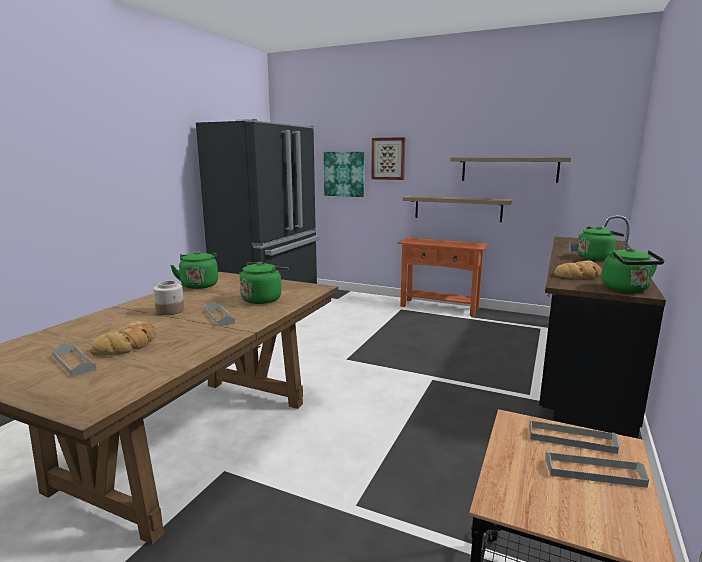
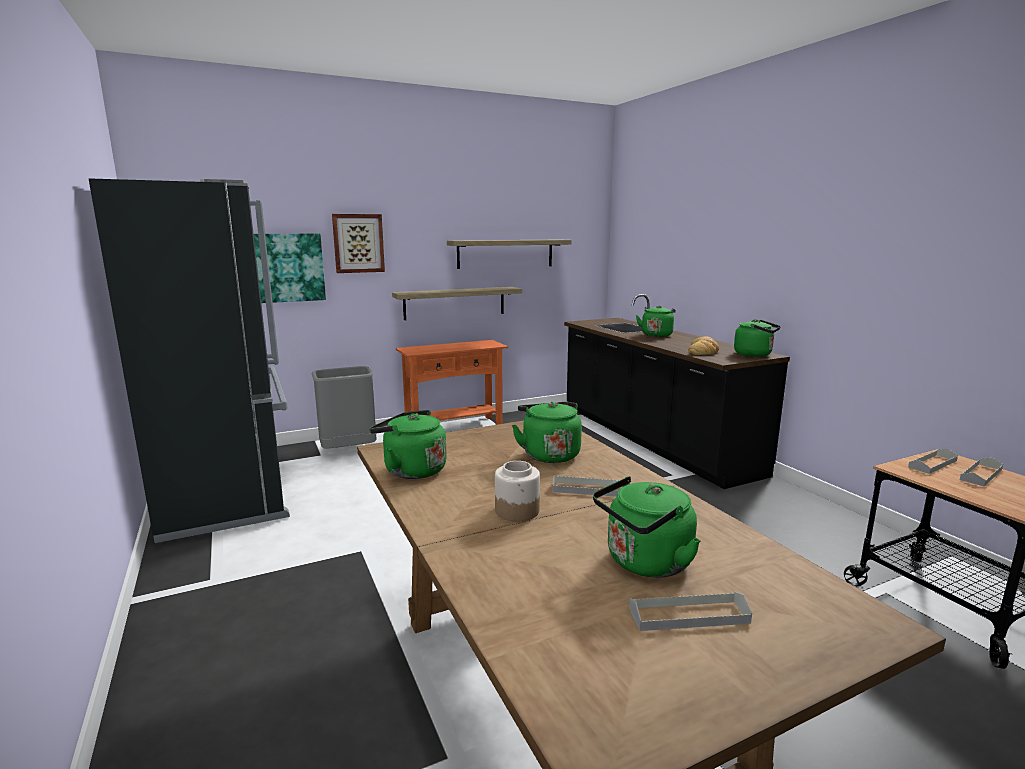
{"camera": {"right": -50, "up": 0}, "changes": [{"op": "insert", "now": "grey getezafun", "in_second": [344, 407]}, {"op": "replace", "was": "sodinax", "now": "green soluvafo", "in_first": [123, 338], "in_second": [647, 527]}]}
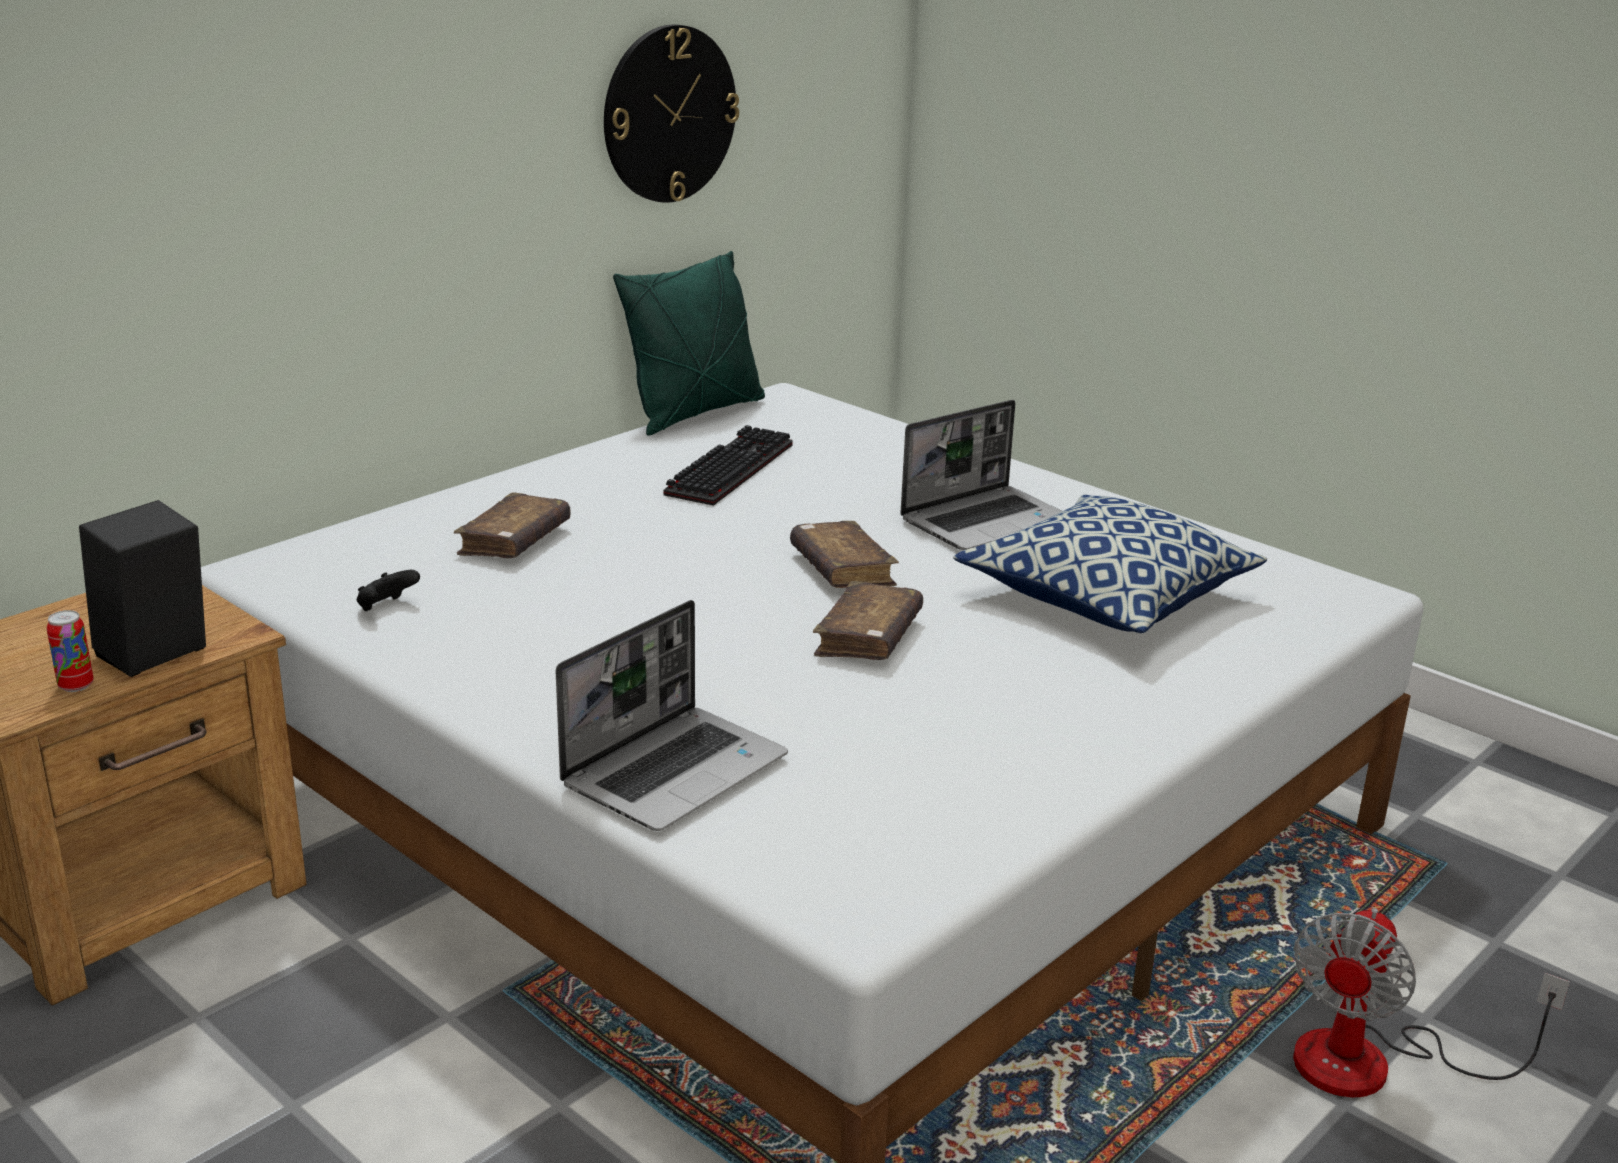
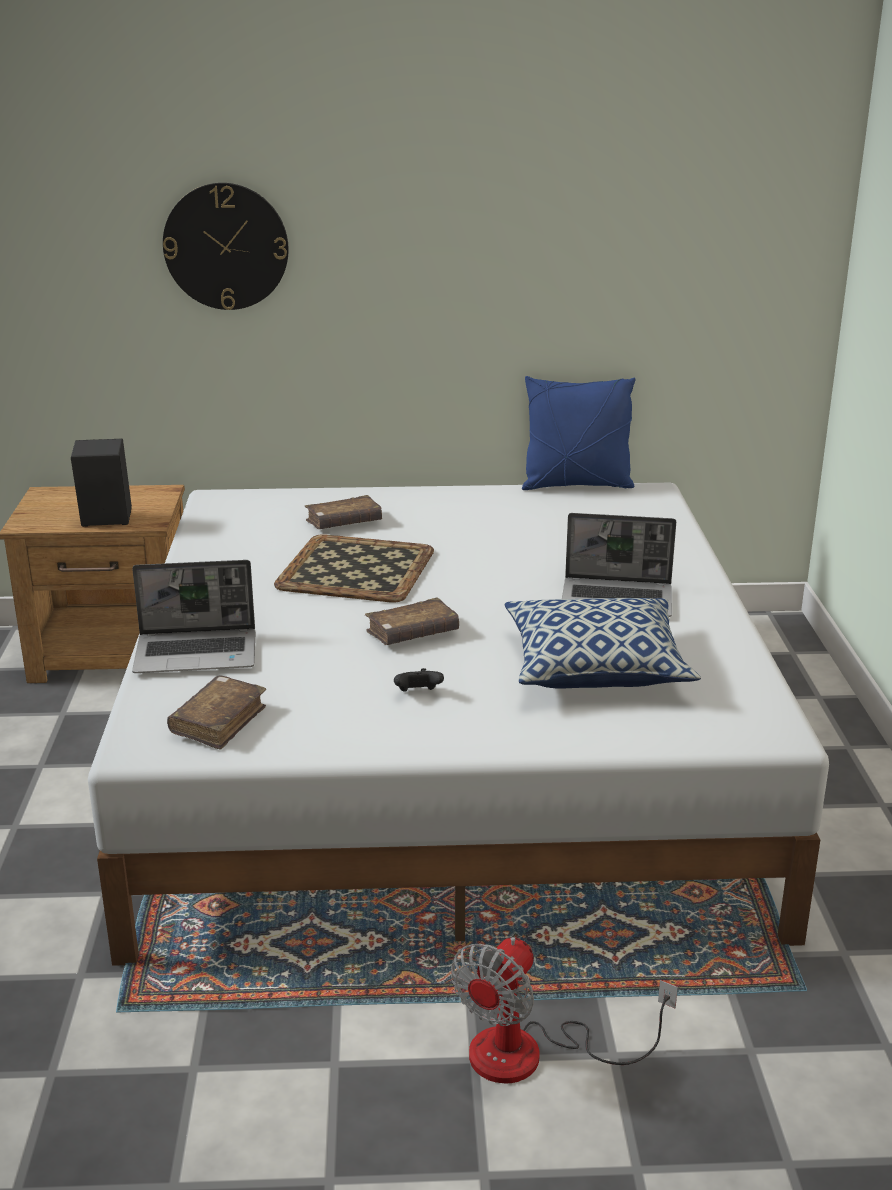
{"camera": {"right": 45, "up": 0}, "changes": [{"op": "delete", "was": "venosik", "in_first": [70, 651]}, {"op": "delete", "was": "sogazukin", "in_first": [728, 465]}, {"op": "insert", "now": "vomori", "in_second": [354, 568]}, {"op": "move", "was": "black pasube", "in_first": [388, 590], "in_second": [419, 680]}, {"op": "move", "was": "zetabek", "in_first": [671, 113], "in_second": [226, 246]}, {"op": "move", "was": "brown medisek", "in_first": [844, 554], "in_second": [216, 713]}, {"op": "recolor", "was": "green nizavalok", "now": "blue nizavalok", "in_first": [689, 343], "in_second": [579, 433]}, {"op": "rotate", "was": "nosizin", "in_first": [1431, 1003], "in_second": [564, 1010], "clockwise": -45}]}
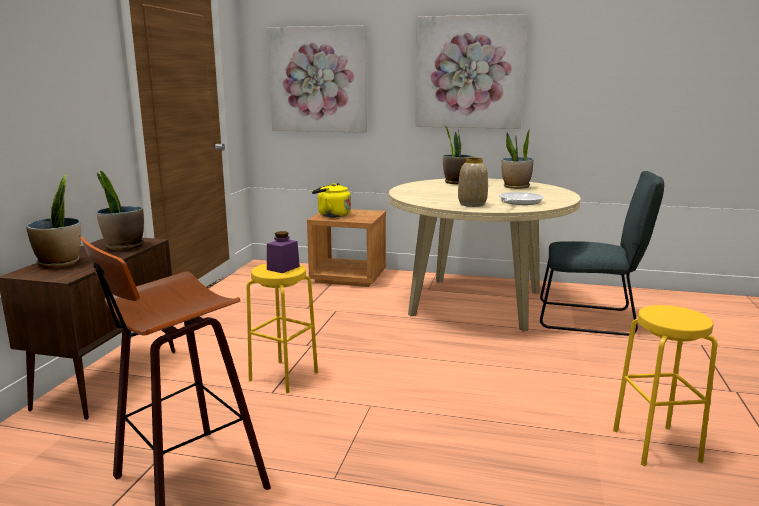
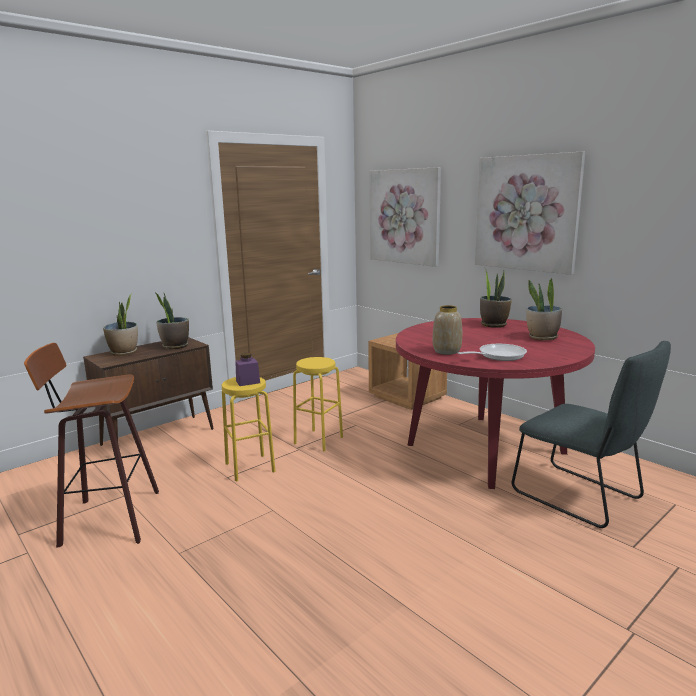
{"camera": {"right": 35, "up": 0}, "changes": [{"op": "delete", "was": "yellow soluvafo", "in_first": [331, 200]}, {"op": "move", "was": "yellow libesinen", "in_first": [665, 385], "in_second": [318, 404]}, {"op": "recolor", "was": "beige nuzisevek", "now": "red nuzisevek", "in_first": [484, 255], "in_second": [495, 403]}]}
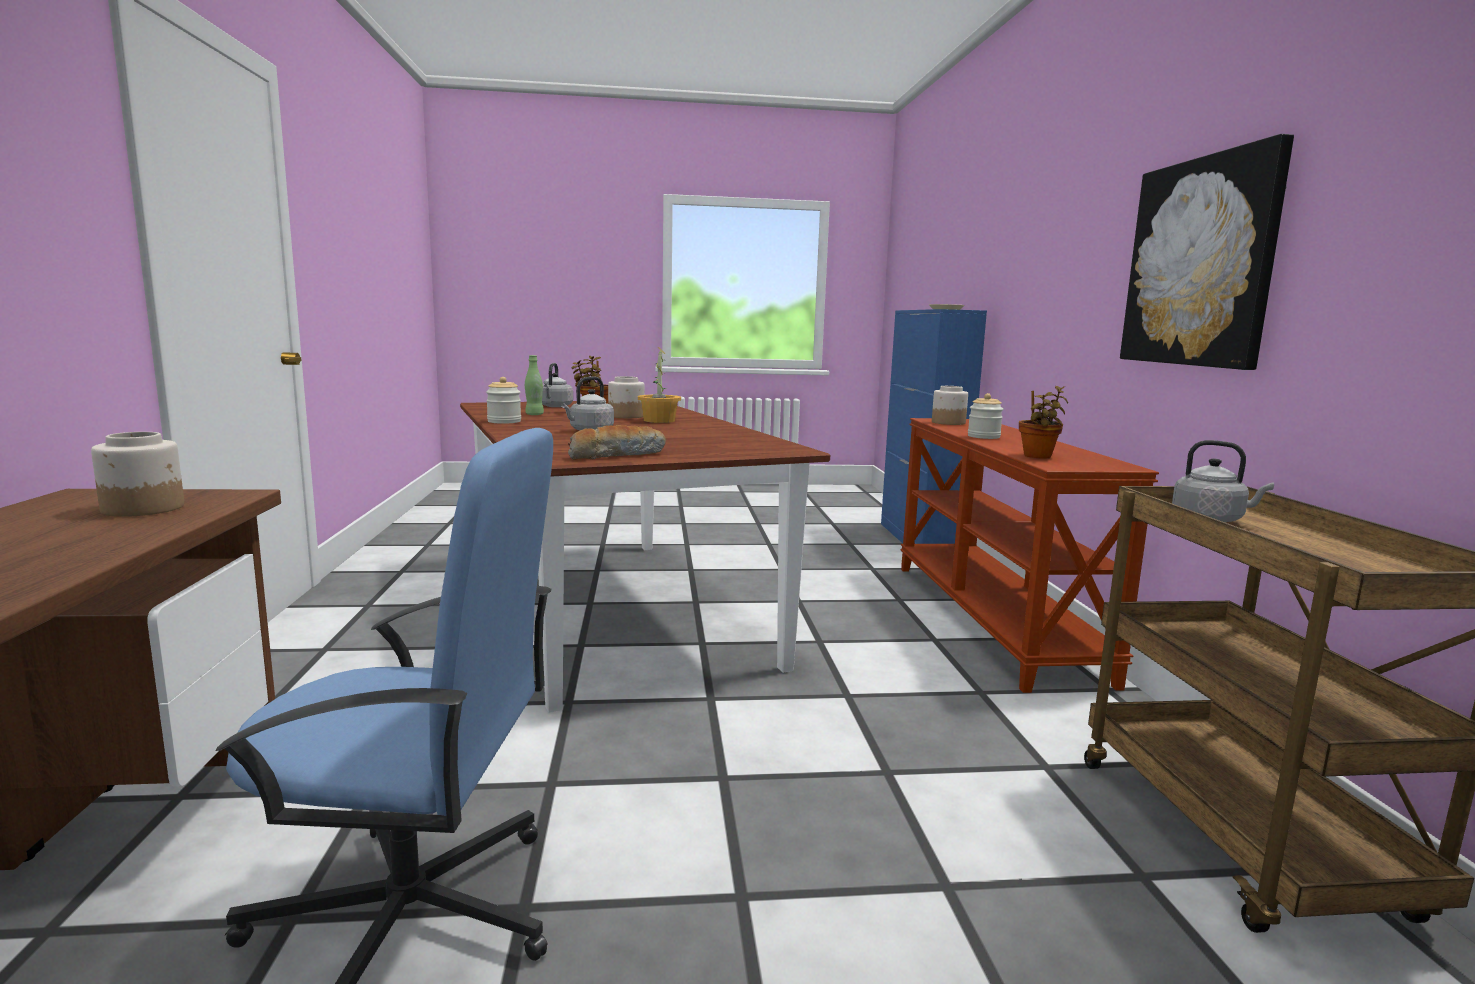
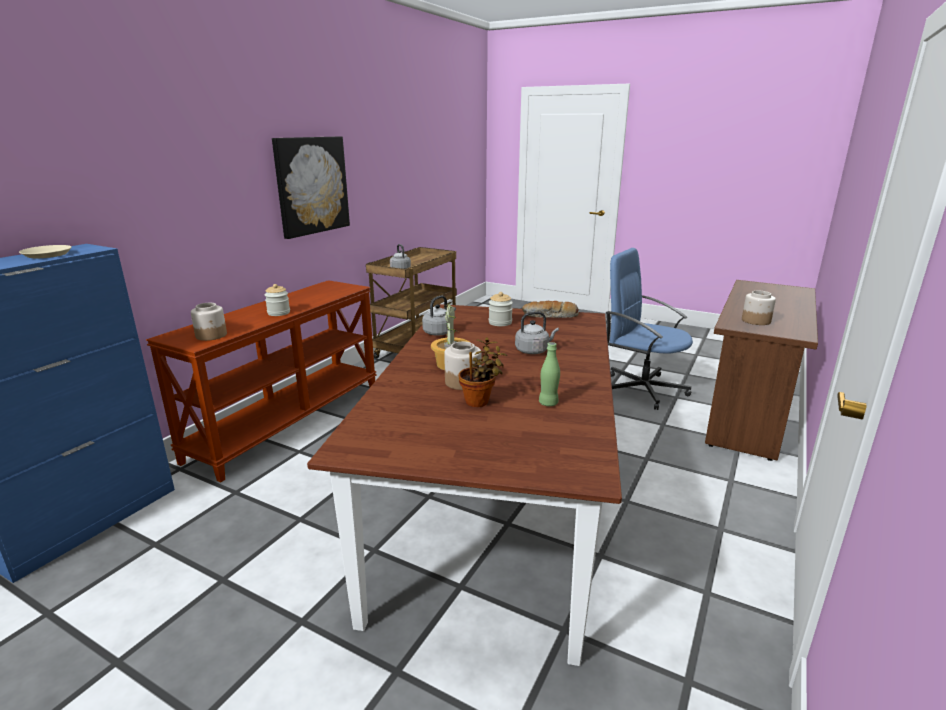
{"camera": {"right": -145, "up": 10}, "changes": [{"op": "delete", "was": "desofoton", "in_first": [1043, 422]}, {"op": "move", "was": "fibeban", "in_first": [503, 400], "in_second": [501, 309]}, {"op": "move", "was": "grey soluvafo", "in_first": [557, 385], "in_second": [439, 315]}]}
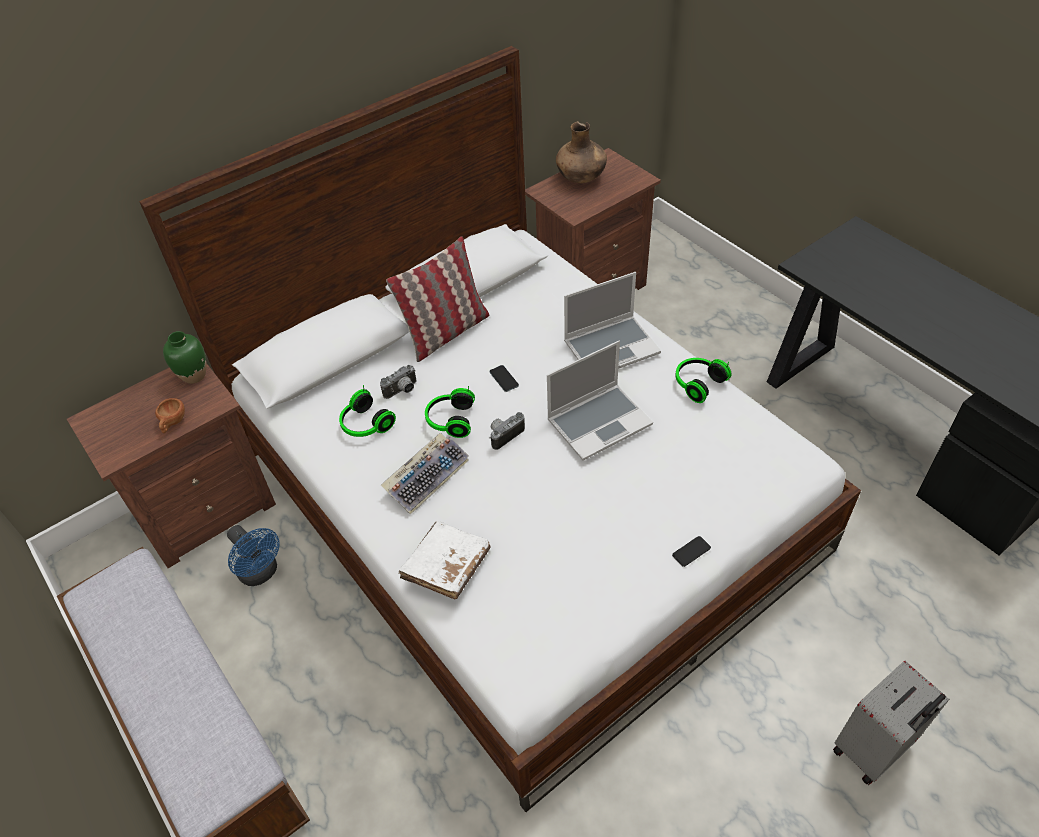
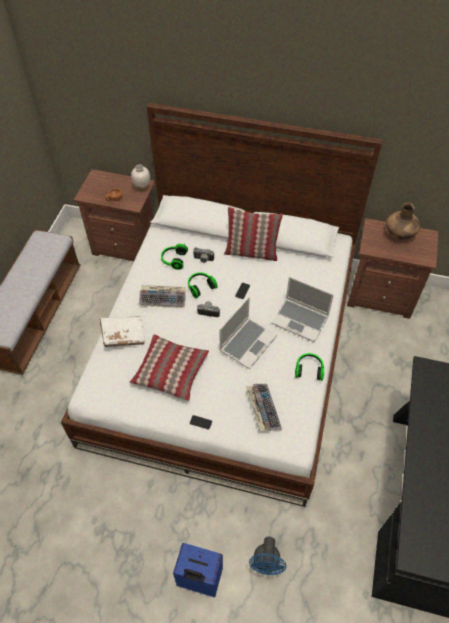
{"camera": {"right": 50, "up": 5}, "changes": [{"op": "insert", "now": "nizavalok", "in_second": [169, 367]}, {"op": "insert", "now": "sogazukin", "in_second": [264, 407]}, {"op": "move", "was": "blue nosizin", "in_first": [253, 555], "in_second": [267, 556]}, {"op": "recolor", "was": "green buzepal", "now": "white buzepal", "in_first": [184, 357], "in_second": [140, 178]}, {"op": "recolor", "was": "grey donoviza", "now": "blue donoviza", "in_first": [891, 723], "in_second": [198, 570]}, {"op": "rotate", "was": "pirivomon", "in_first": [600, 401], "in_second": [248, 333], "clockwise": -75}]}
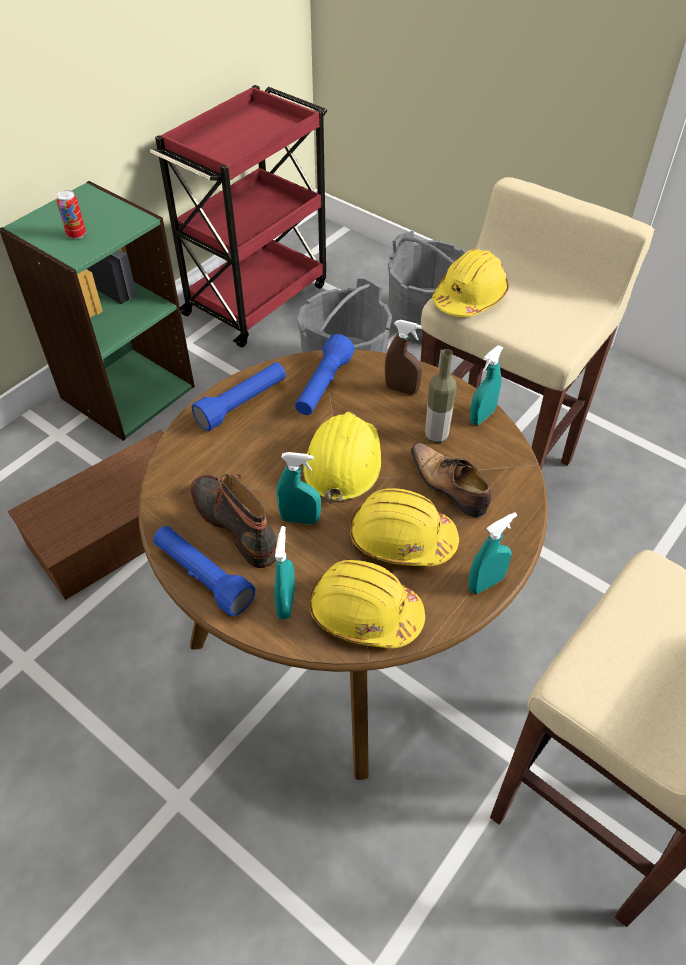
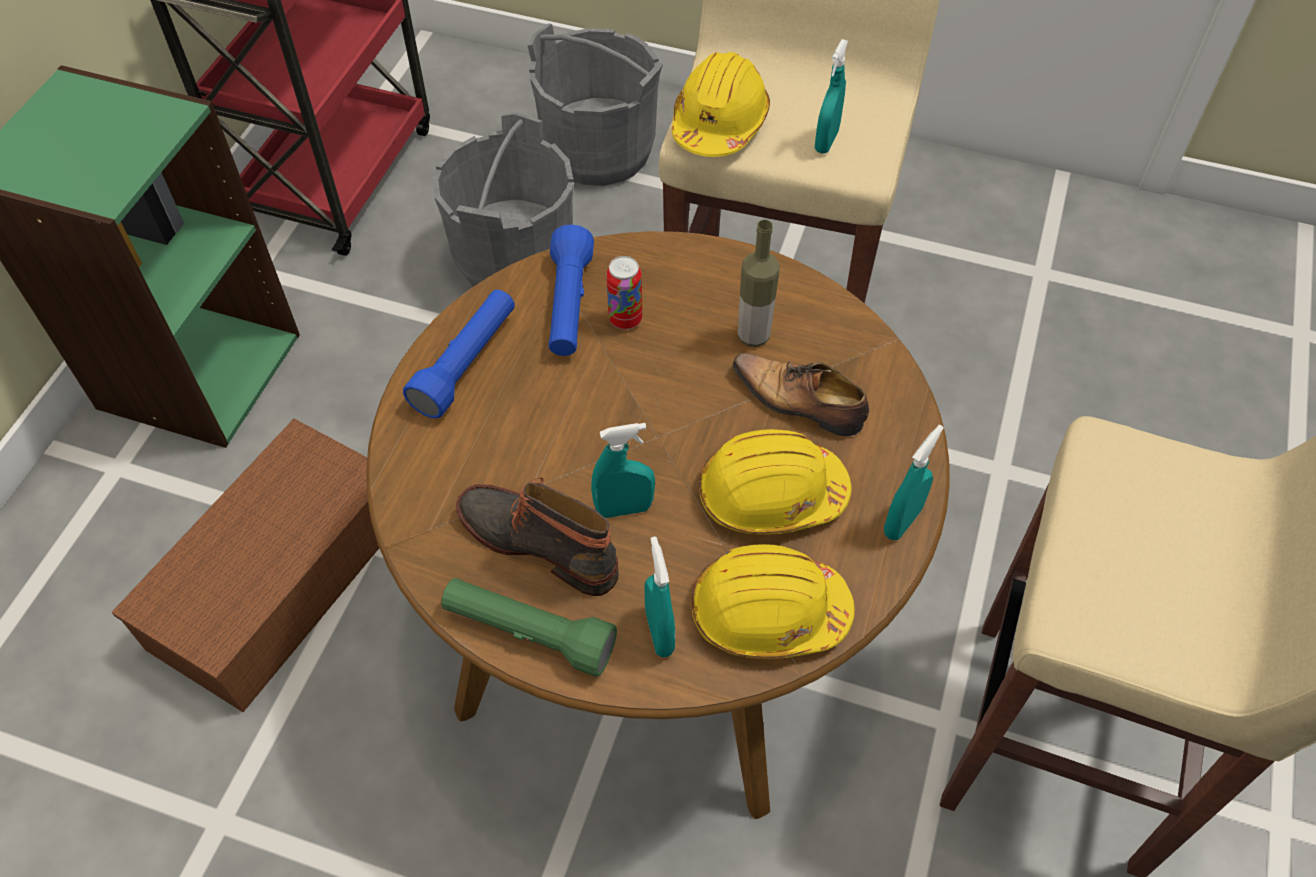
{"camera": {"right": -20, "up": 5}, "changes": [{"op": "delete", "was": "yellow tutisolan", "in_first": [342, 458]}, {"op": "delete", "was": "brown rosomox", "in_first": [403, 357]}, {"op": "move", "was": "venosik", "in_first": [71, 214], "in_second": [624, 293]}, {"op": "move", "was": "turquoise rosomox", "in_first": [486, 385], "in_second": [831, 96]}, {"op": "recolor", "was": "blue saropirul", "now": "green saropirul", "in_first": [204, 571], "in_second": [529, 627]}]}
